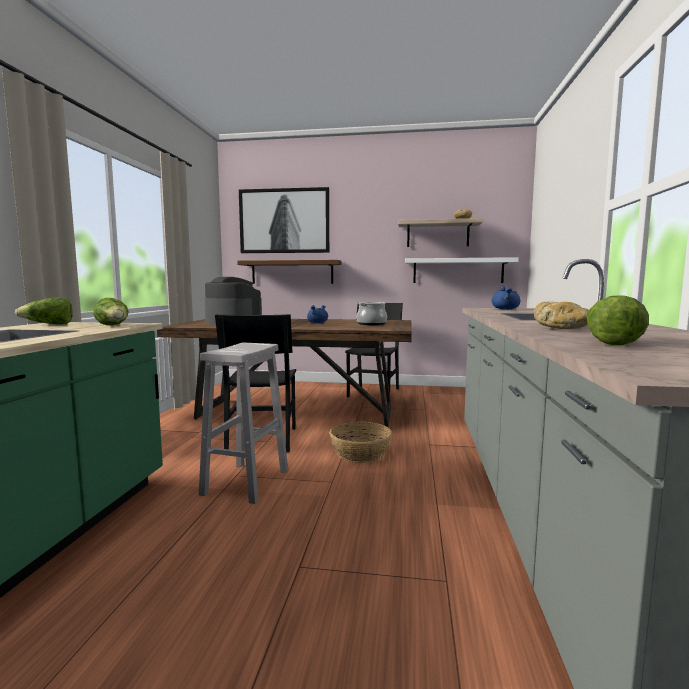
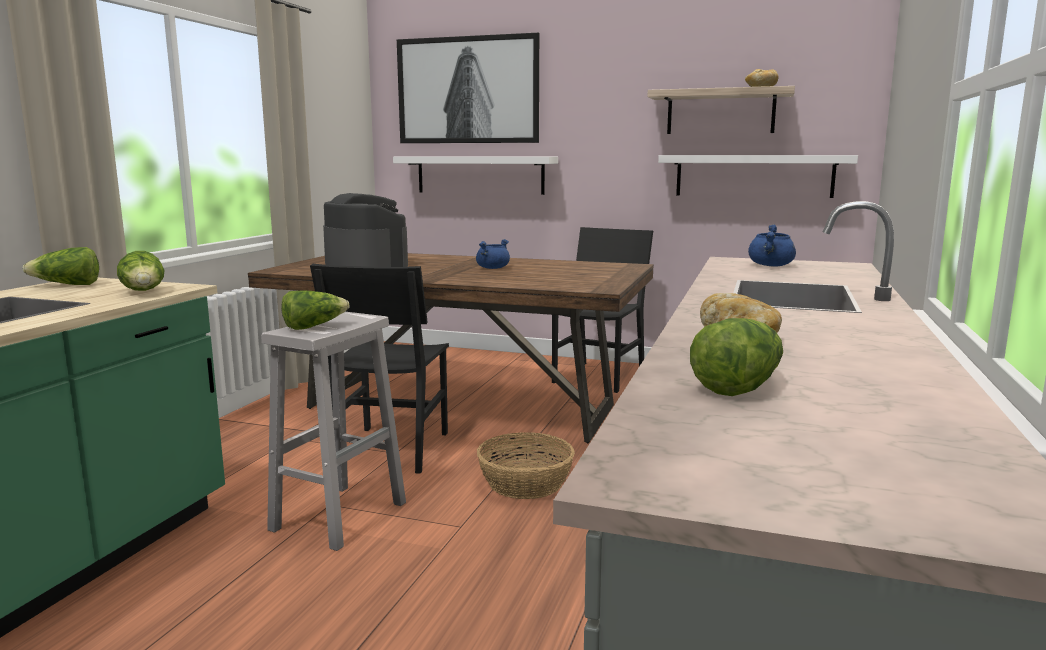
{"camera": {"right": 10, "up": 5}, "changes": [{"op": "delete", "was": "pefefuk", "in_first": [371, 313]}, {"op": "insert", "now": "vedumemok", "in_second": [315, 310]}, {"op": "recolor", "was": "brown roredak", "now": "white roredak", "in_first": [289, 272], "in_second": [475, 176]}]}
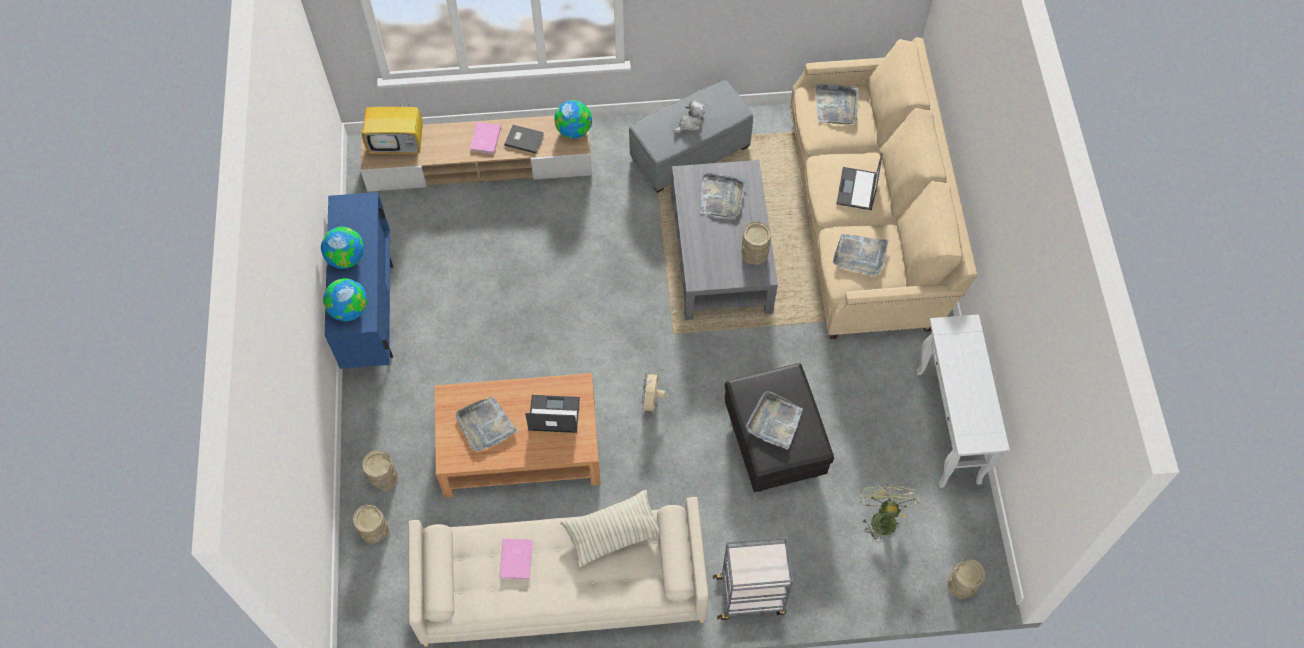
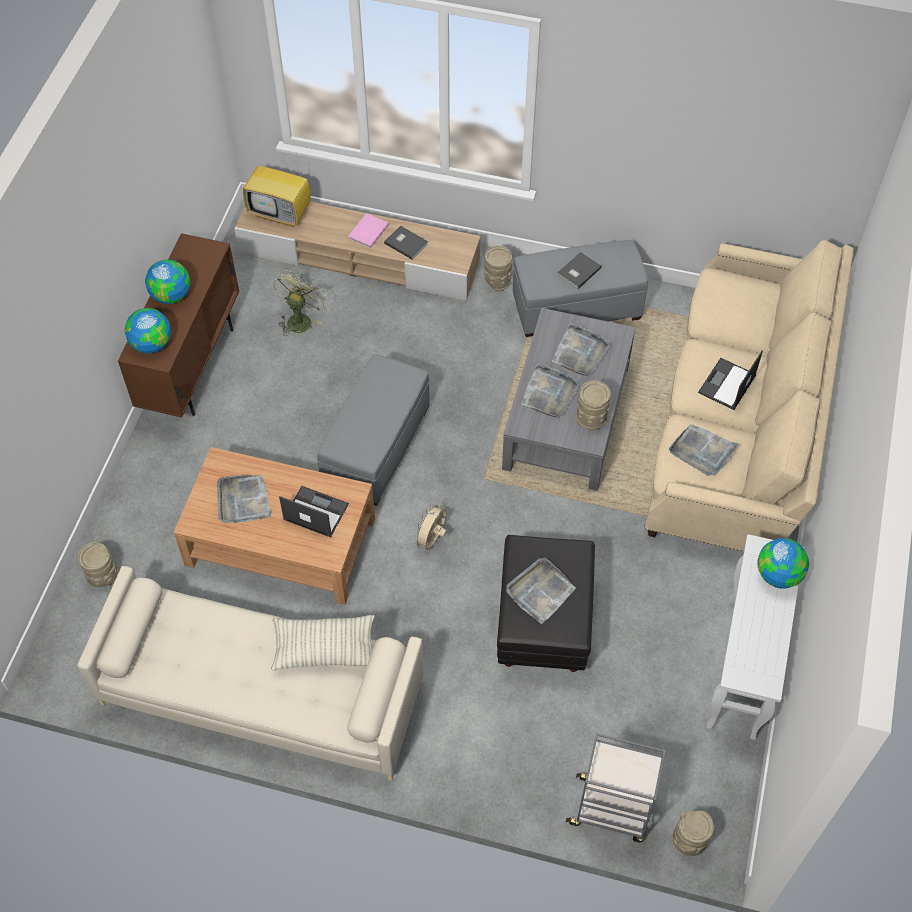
{"camera": {"right": 20, "up": -5}, "changes": [{"op": "delete", "was": "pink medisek", "in_first": [516, 559]}, {"op": "insert", "now": "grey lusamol", "in_second": [373, 430]}, {"op": "move", "was": "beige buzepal", "in_first": [380, 470], "in_second": [498, 269]}, {"op": "move", "was": "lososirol", "in_first": [573, 119], "in_second": [783, 563]}, {"op": "move", "was": "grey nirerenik", "in_first": [753, 578], "in_second": [616, 788]}, {"op": "move", "was": "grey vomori", "in_first": [837, 104], "in_second": [550, 390]}, {"op": "move", "was": "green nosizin", "in_first": [889, 514], "in_second": [300, 303]}, {"op": "replace", "was": "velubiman", "now": "grey medisek", "in_first": [689, 117], "in_second": [579, 270]}, {"op": "recolor", "was": "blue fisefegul", "now": "brown fisefegul", "in_first": [359, 280], "in_second": [178, 325]}]}
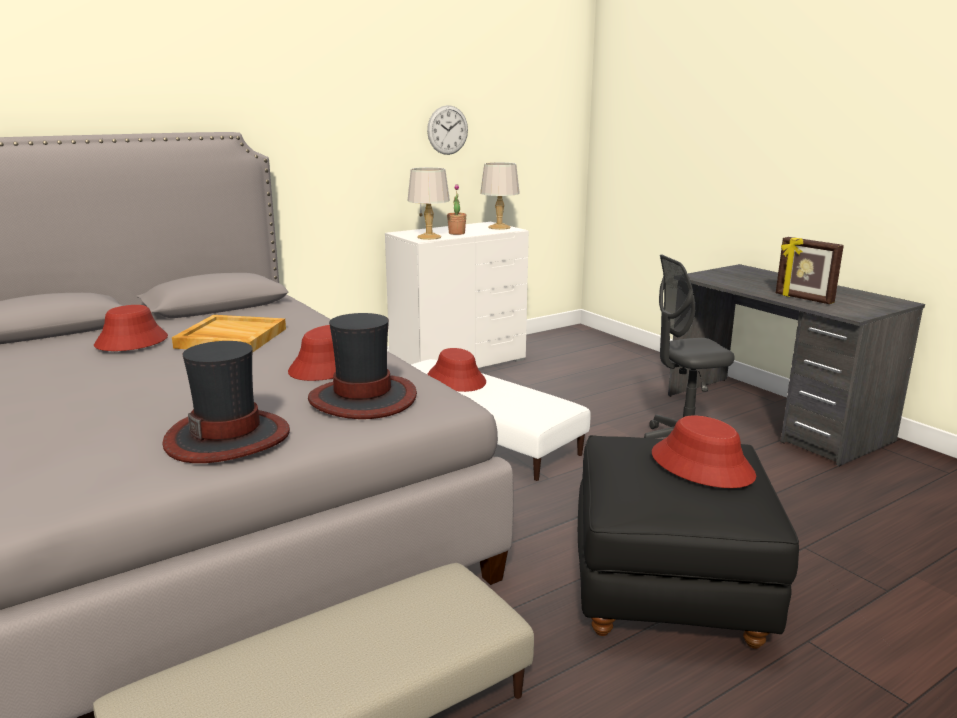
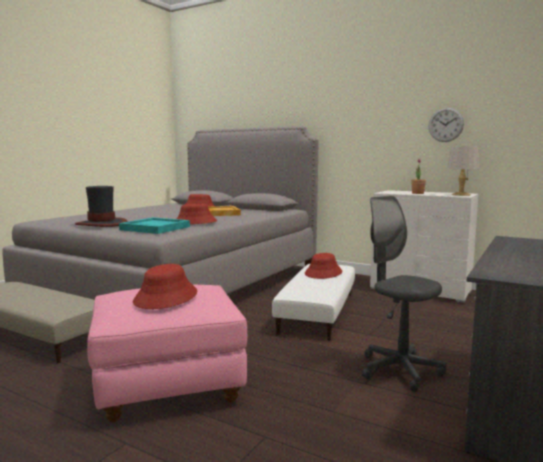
{"camera": {"right": 65, "up": -10}, "changes": [{"op": "delete", "was": "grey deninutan", "in_first": [428, 203]}, {"op": "delete", "was": "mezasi", "in_first": [810, 270]}, {"op": "replace", "was": "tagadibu", "now": "turquoise vomori", "in_first": [362, 366], "in_second": [154, 225]}, {"op": "recolor", "was": "black lusamol", "now": "pink lusamol", "in_first": [688, 542], "in_second": [167, 353]}]}
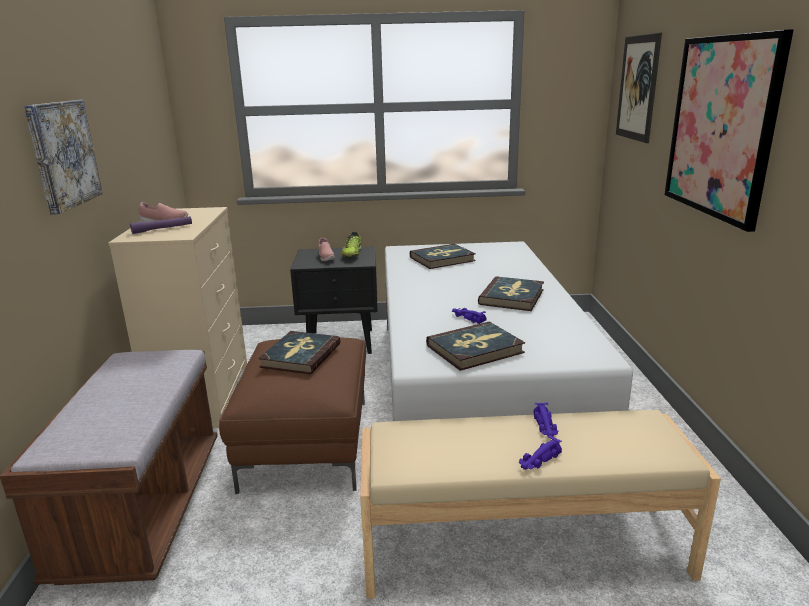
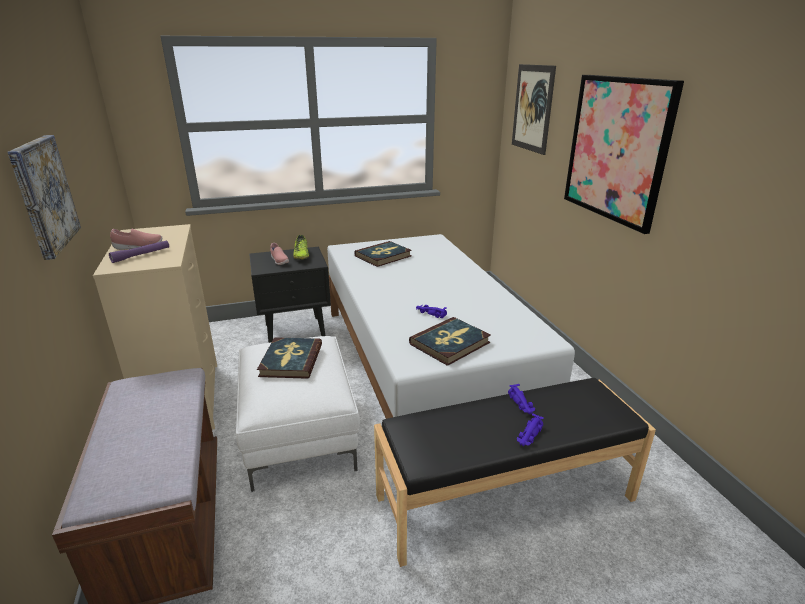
{"camera": {"right": -15, "up": 5}, "changes": [{"op": "delete", "was": "medisek", "in_first": [511, 293]}, {"op": "recolor", "was": "brown lusamol", "now": "white lusamol", "in_first": [292, 415], "in_second": [298, 414]}, {"op": "recolor", "was": "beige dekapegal", "now": "black dekapegal", "in_first": [540, 504], "in_second": [515, 472]}]}
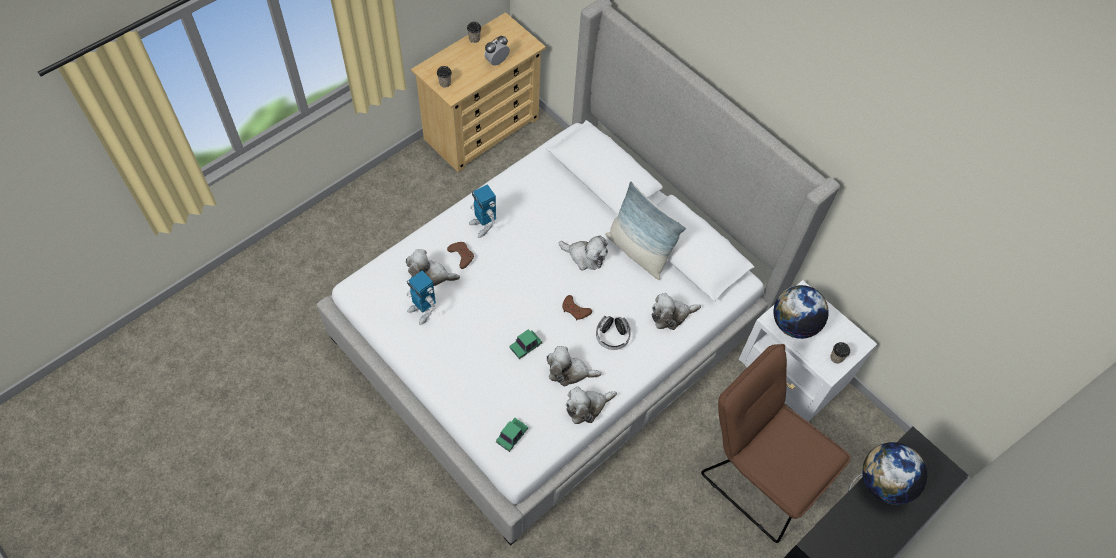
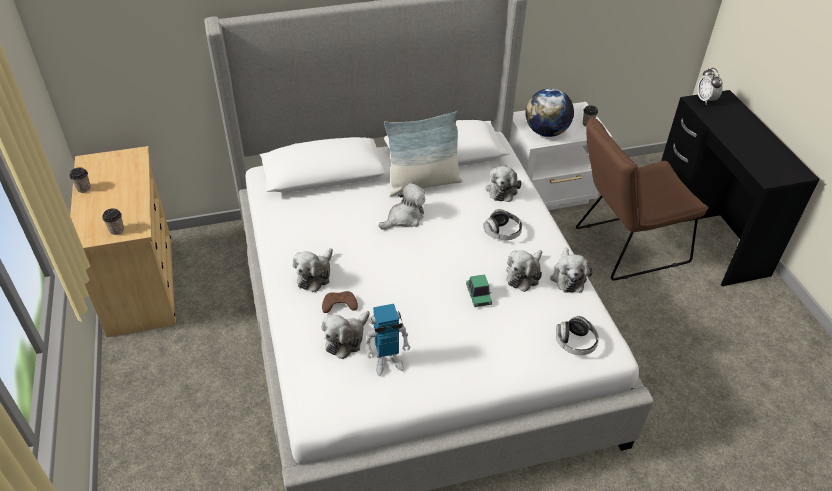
{"camera": {"right": -60, "up": -15}, "changes": [{"op": "delete", "was": "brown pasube", "in_first": [577, 308]}, {"op": "delete", "was": "lososirol", "in_first": [894, 473]}, {"op": "move", "was": "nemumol", "in_first": [497, 51], "in_second": [710, 86]}, {"op": "replace", "was": "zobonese", "now": "velubiman", "in_first": [482, 211], "in_second": [313, 270]}, {"op": "replace", "was": "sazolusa", "now": "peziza", "in_first": [512, 435], "in_second": [577, 335]}]}
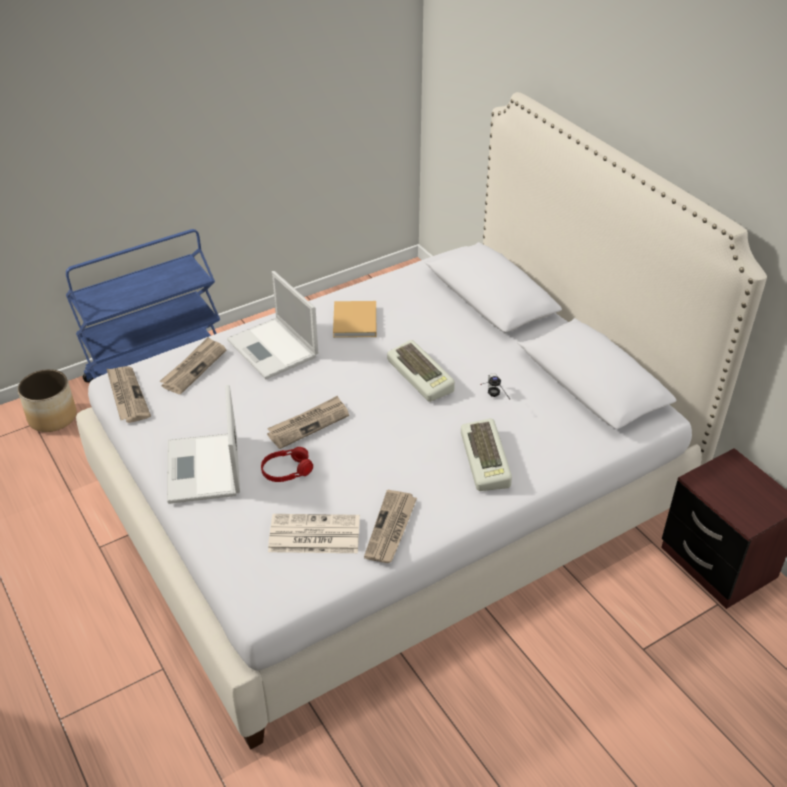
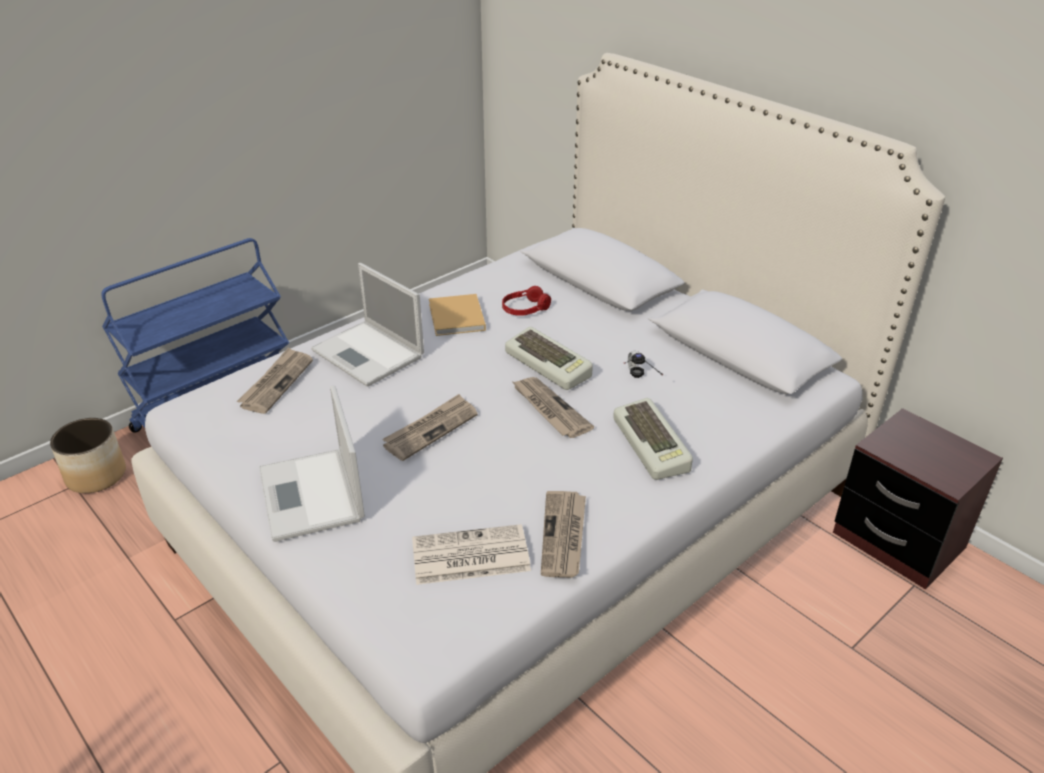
{"camera": {"right": -10, "up": -5}, "changes": [{"op": "move", "was": "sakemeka", "in_first": [128, 394], "in_second": [552, 407]}, {"op": "move", "was": "red peziza", "in_first": [287, 464], "in_second": [526, 301]}]}
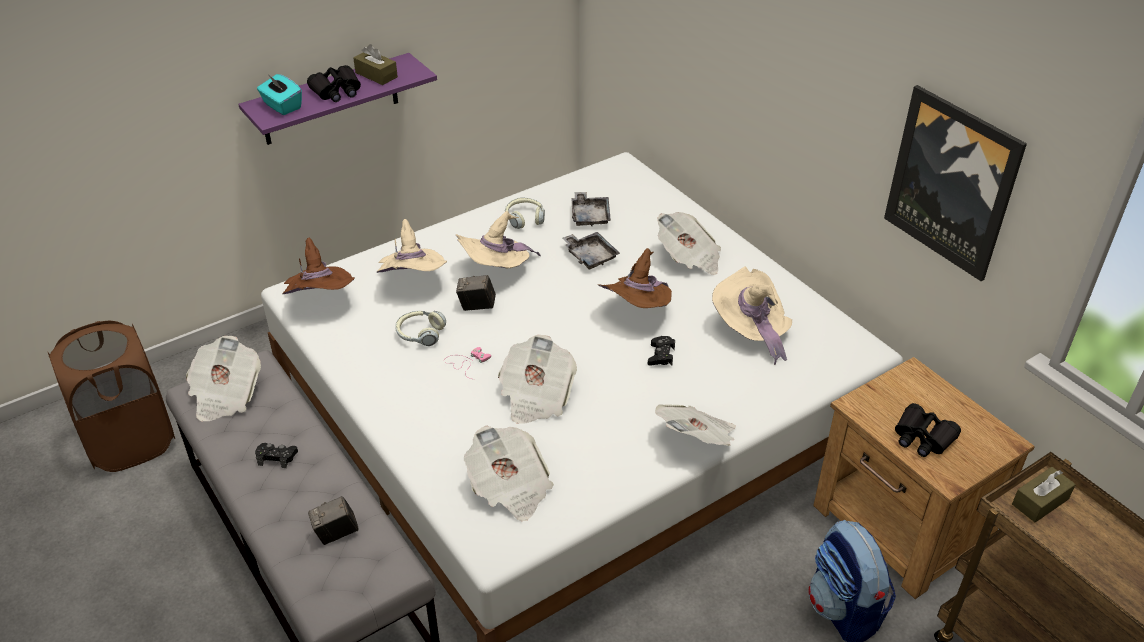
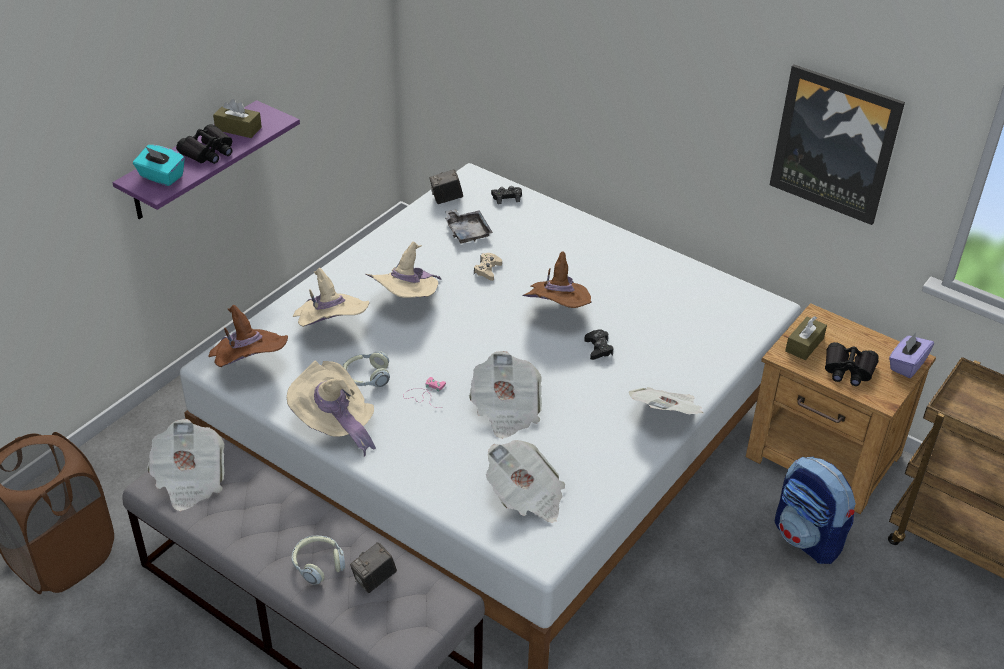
{"camera": {"right": -20, "up": 0}, "changes": [{"op": "delete", "was": "sakemeka", "in_first": [689, 243]}, {"op": "insert", "now": "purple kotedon", "in_second": [911, 355]}, {"op": "move", "was": "black pasube", "in_first": [276, 455], "in_second": [506, 195]}, {"op": "move", "was": "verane", "in_first": [476, 293], "in_second": [446, 186]}, {"op": "move", "was": "peziza", "in_first": [525, 213], "in_second": [318, 560]}, {"op": "move", "was": "beige tagadibu", "in_first": [752, 316], "in_second": [331, 408]}, {"op": "move", "was": "brown kotedon", "in_first": [1044, 495], "in_second": [806, 338]}, {"op": "replace", "was": "grey vomori", "now": "beige pasube", "in_first": [591, 251], "in_second": [488, 267]}]}
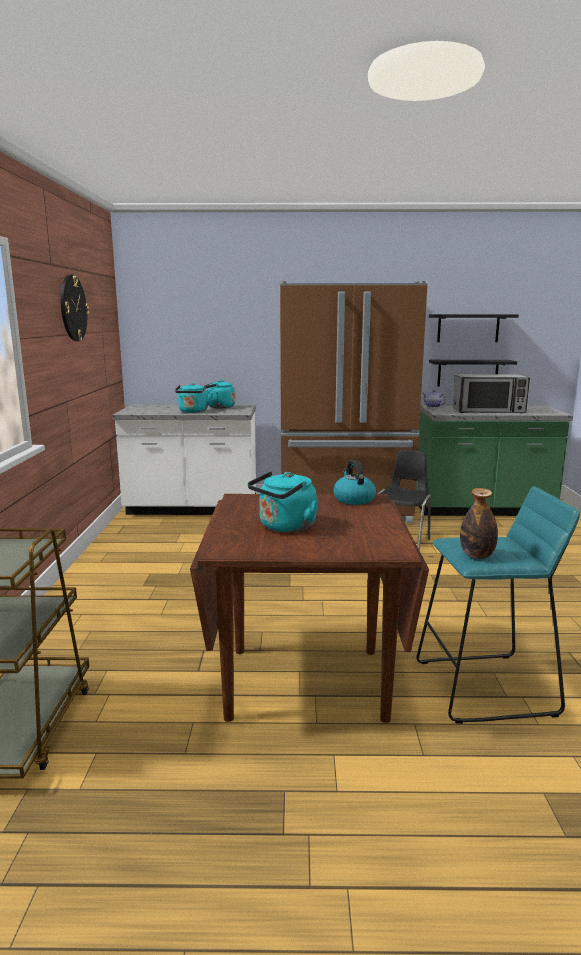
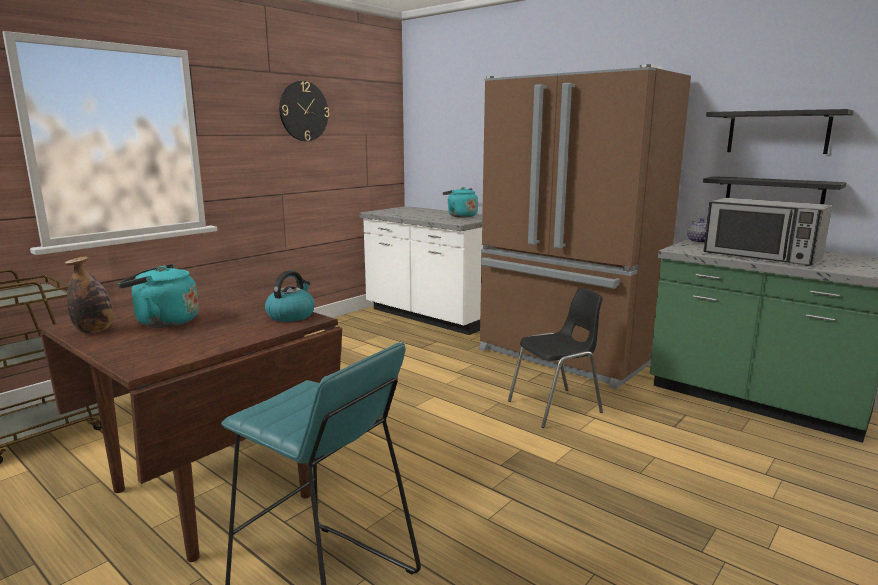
{"camera": {"right": 40, "up": 0}, "changes": [{"op": "delete", "was": "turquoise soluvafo", "in_first": [194, 398]}, {"op": "move", "was": "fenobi", "in_first": [479, 523], "in_second": [88, 295]}]}
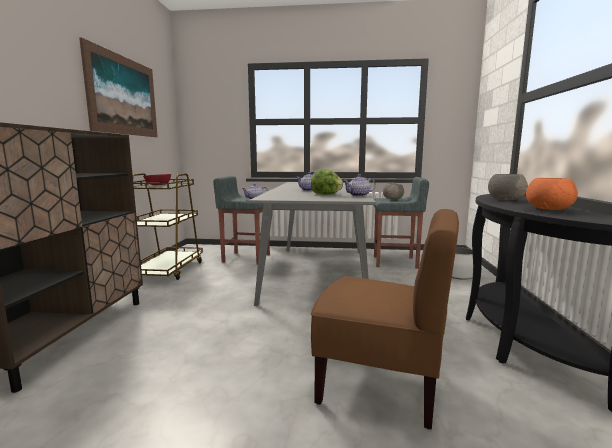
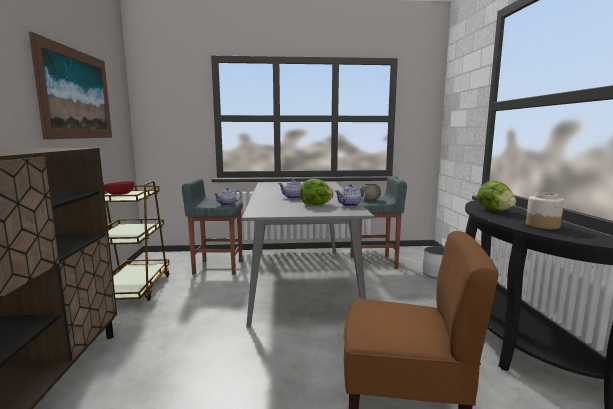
{"camera": {"right": -10, "up": 0}, "changes": [{"op": "replace", "was": "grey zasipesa", "now": "vedumemok", "in_first": [508, 187], "in_second": [496, 196]}, {"op": "replace", "was": "orange zasipesa", "now": "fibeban", "in_first": [552, 194], "in_second": [545, 210]}]}
